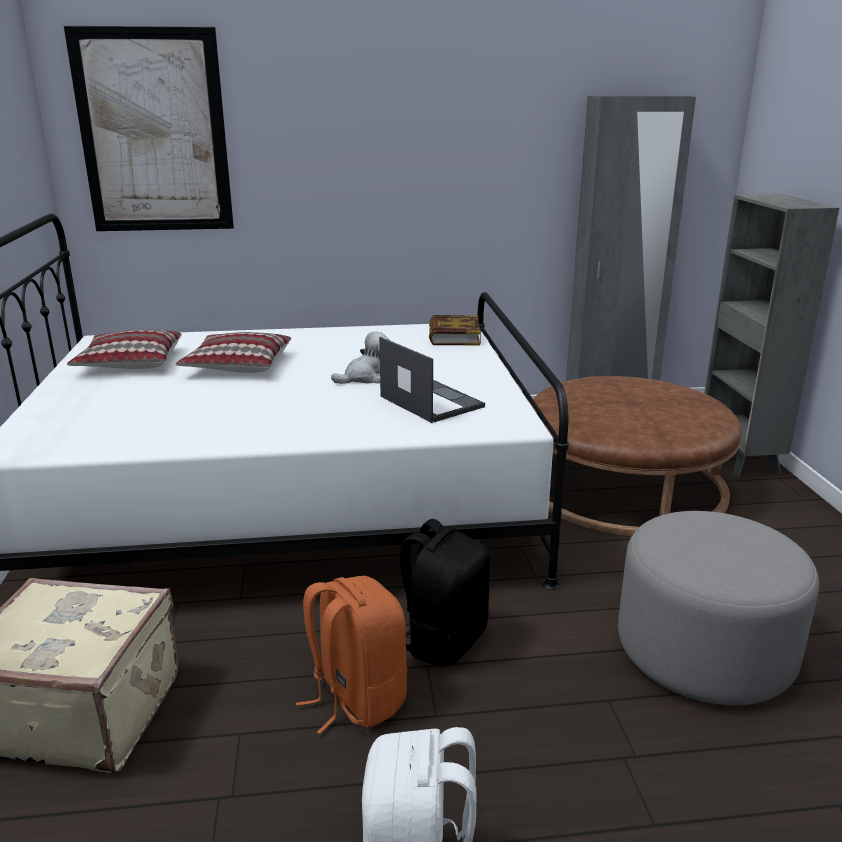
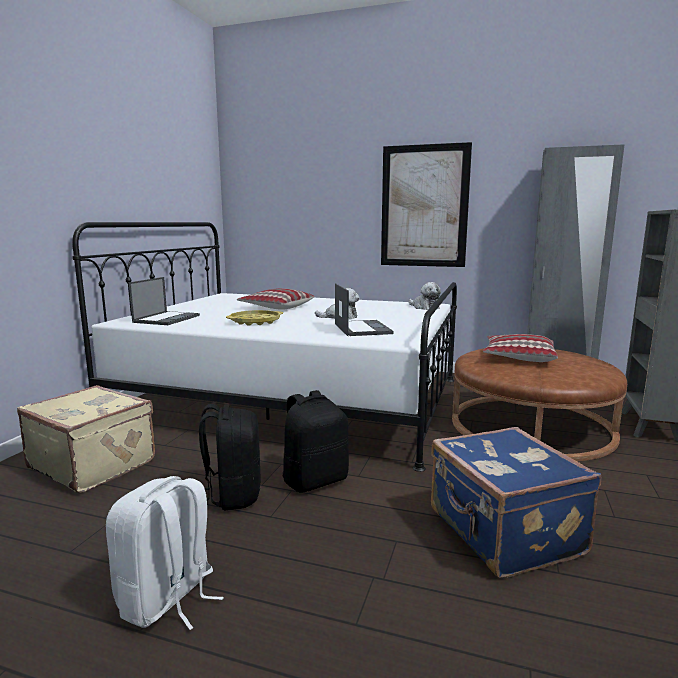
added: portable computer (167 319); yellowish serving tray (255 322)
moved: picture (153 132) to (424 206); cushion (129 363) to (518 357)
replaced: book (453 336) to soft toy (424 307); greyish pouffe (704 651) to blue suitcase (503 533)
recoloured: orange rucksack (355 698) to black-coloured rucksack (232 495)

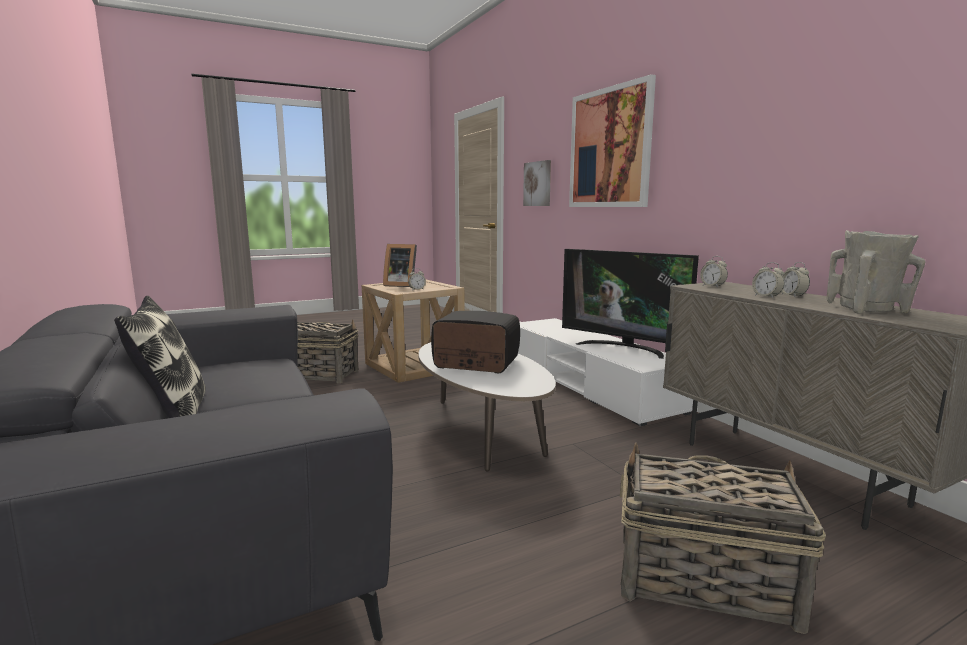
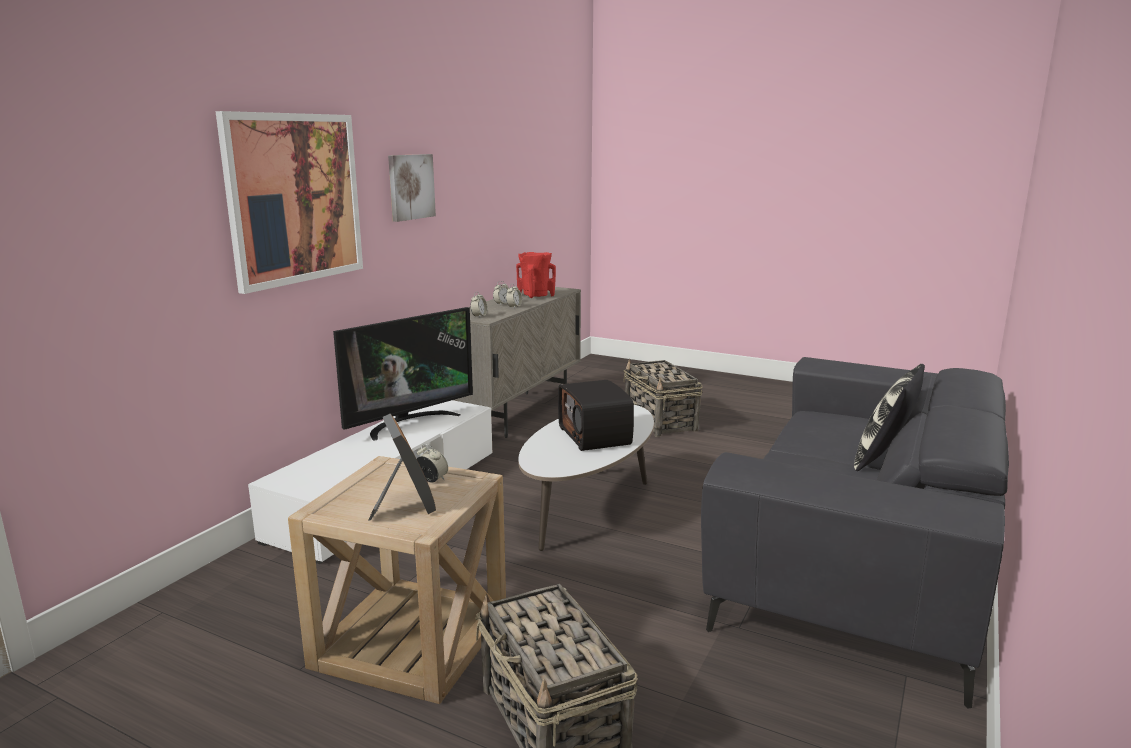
moved: picture (538 184) to (410 187)
recoloured: beige-coloured flower vase (868 310) to red-coloured flower vase (536 295)
turned: TV (623 348) = (408 422) 45 degrees clockwise

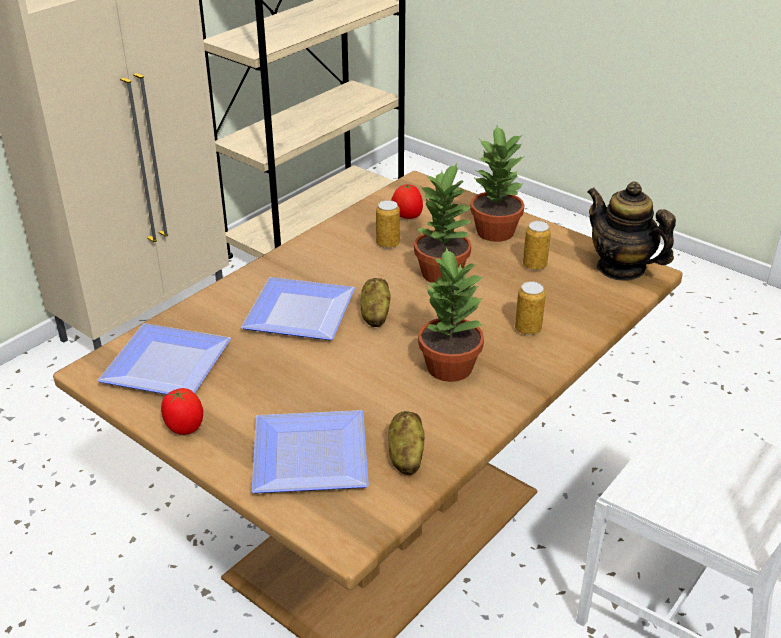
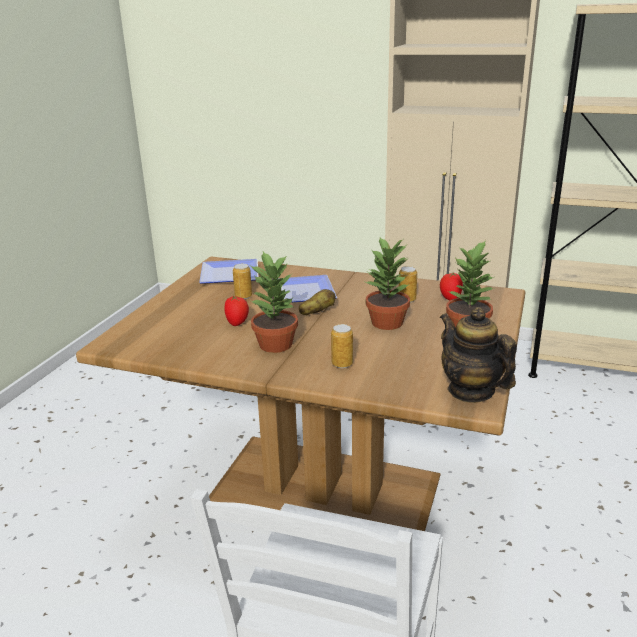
removed: plate (306 453); potato (405 456)
moved: whole tomato (184 428) to (237 323); can (534 265) to (243 296)
turned: tea pot (621 268) = (471 391) 60 degrees counterclockwise

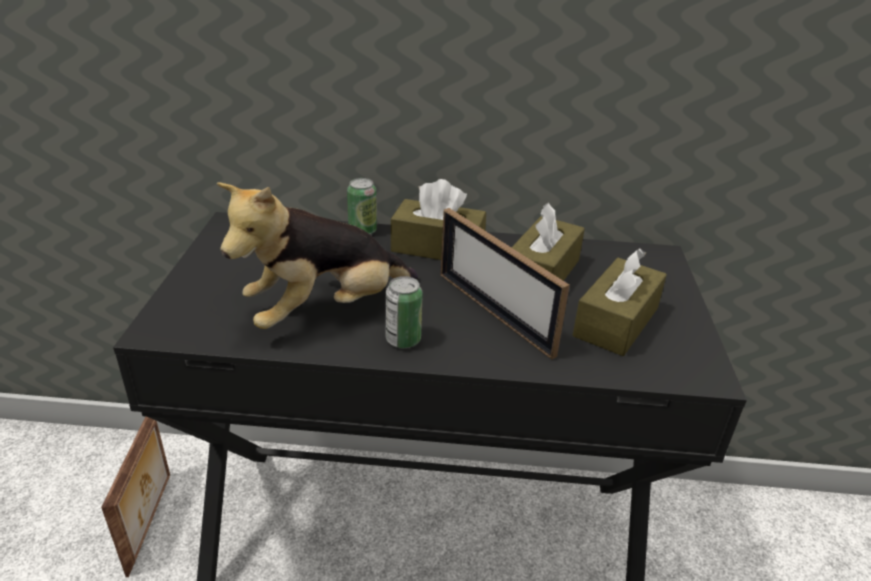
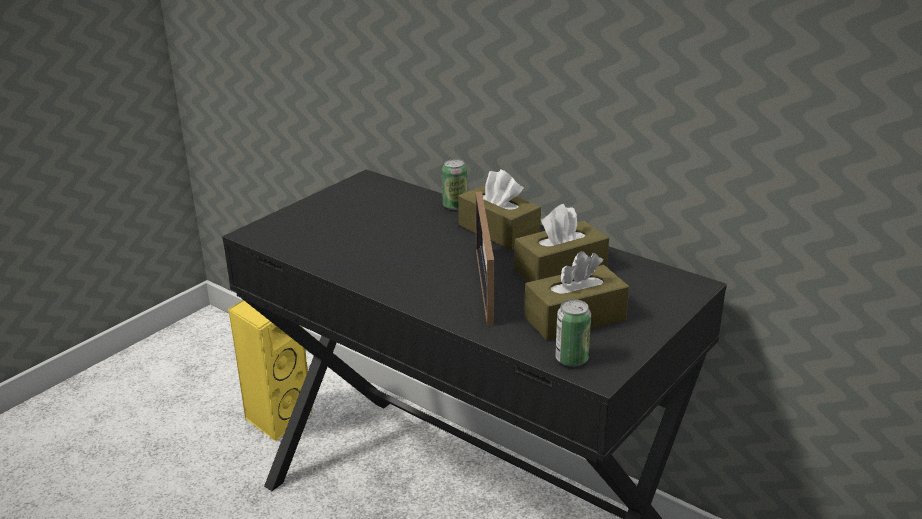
removed: soft toy (325 311)
moved: can (403 340) to (571 359)
replaced: standing frame (152 522) to yellowish speaker (277 418)

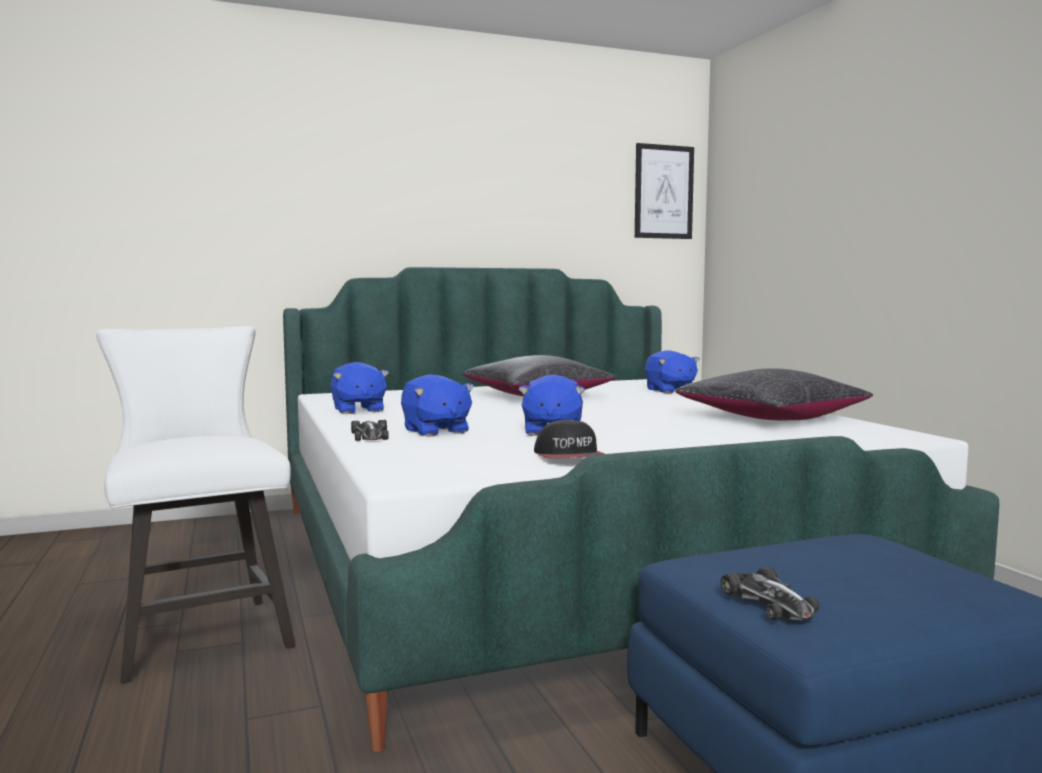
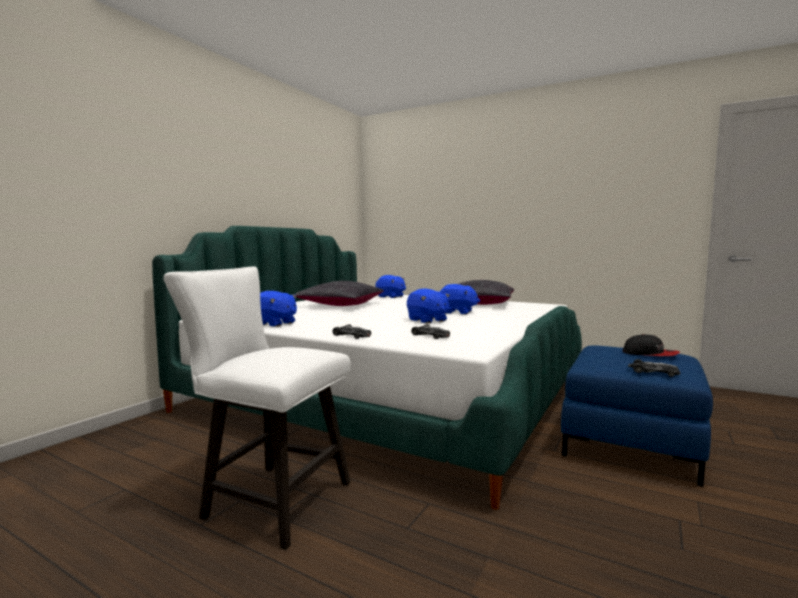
removed: picture (664 192)
added: toy car (430 335)
moved: blue soft toy (435 431) to (457 312); cap (570 457) to (650 354)

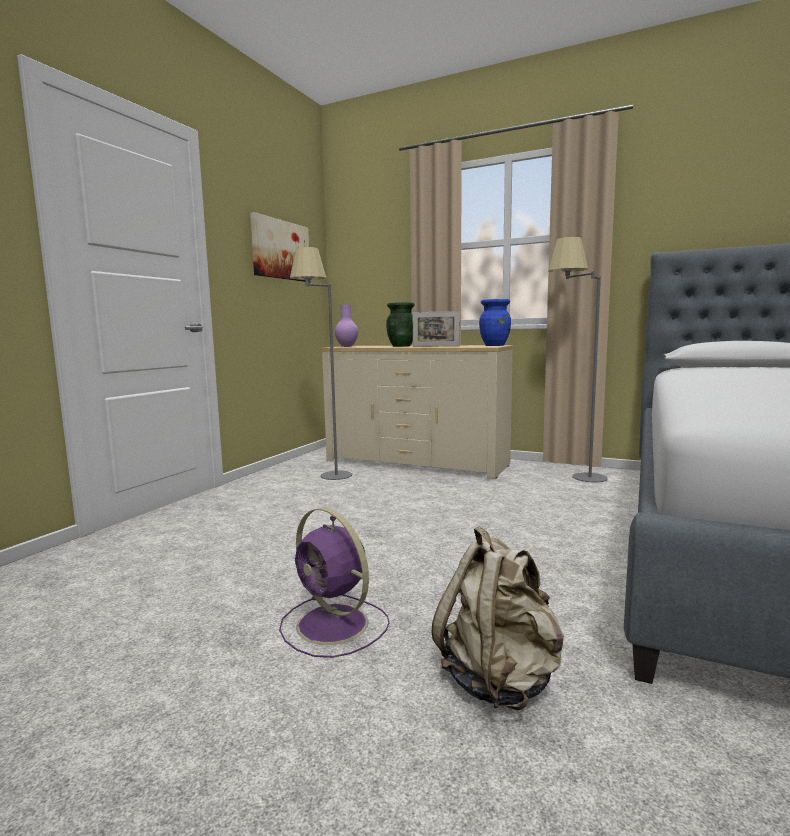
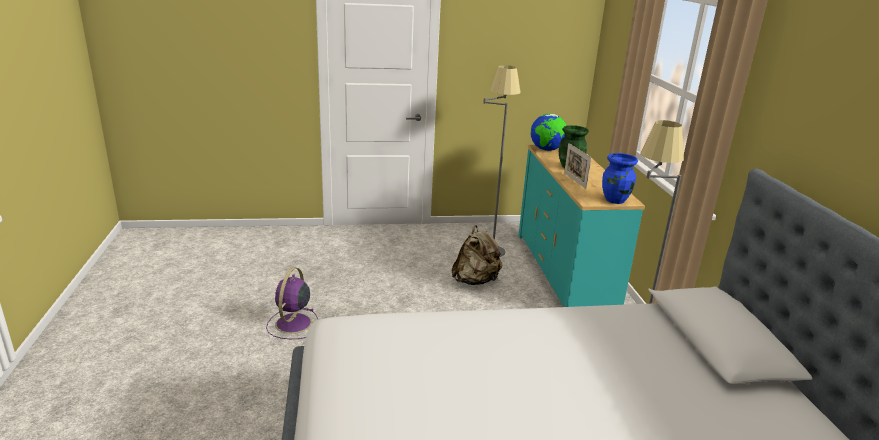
removed: picture (280 250)
moved: beige-coloured rucksack (499 679) to (475 280)
replaced: purplish flower vase (347 346) to globe (546 150)
recoloured: beige-coloured dresser (416 463) to turquoise dresser (564 271)

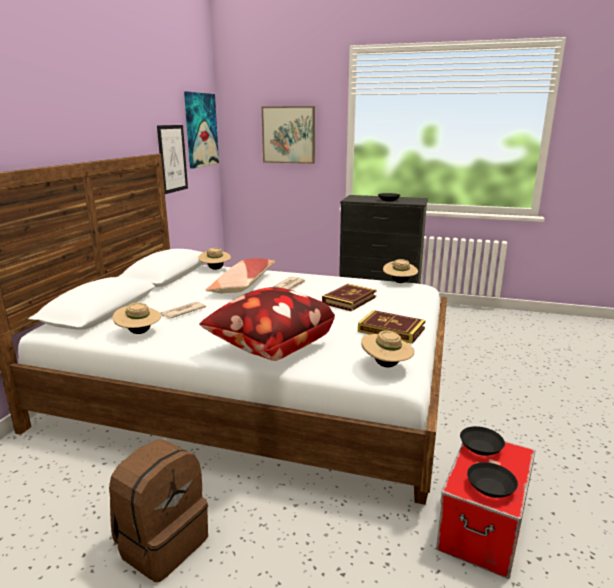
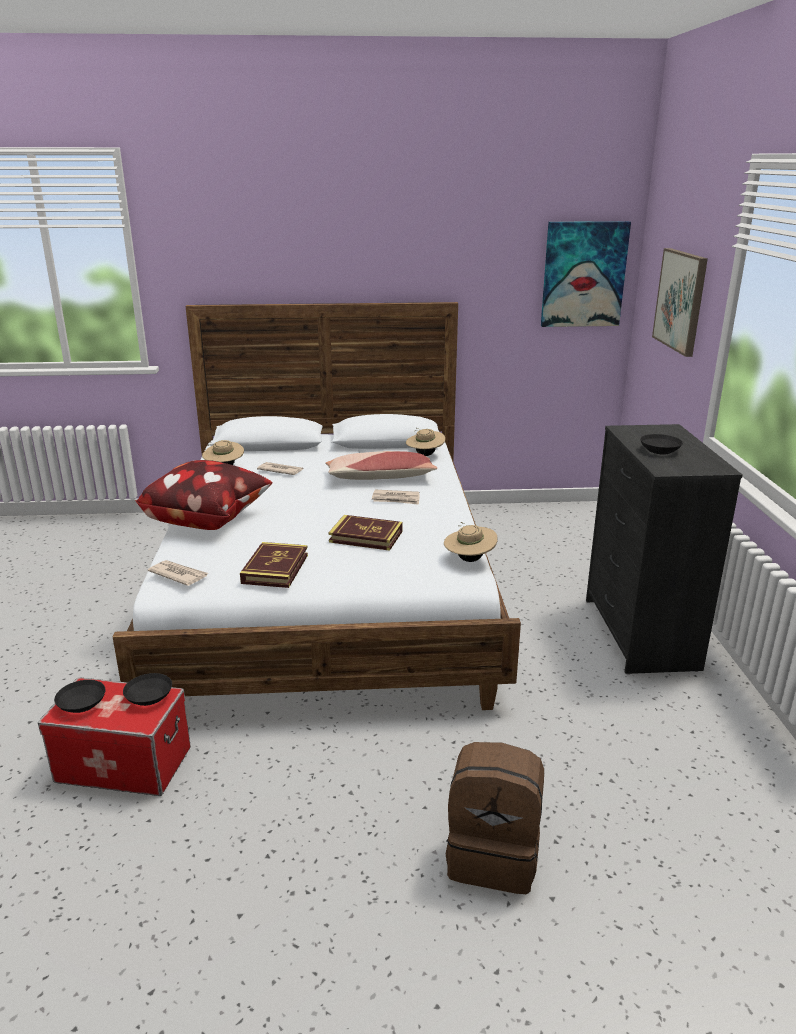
removed: picture (172 158)
moved: brown rucksack (162 543) to (493 855)
replaced: beige-coloured wearable hat (386 365) to daily paper (178 575)

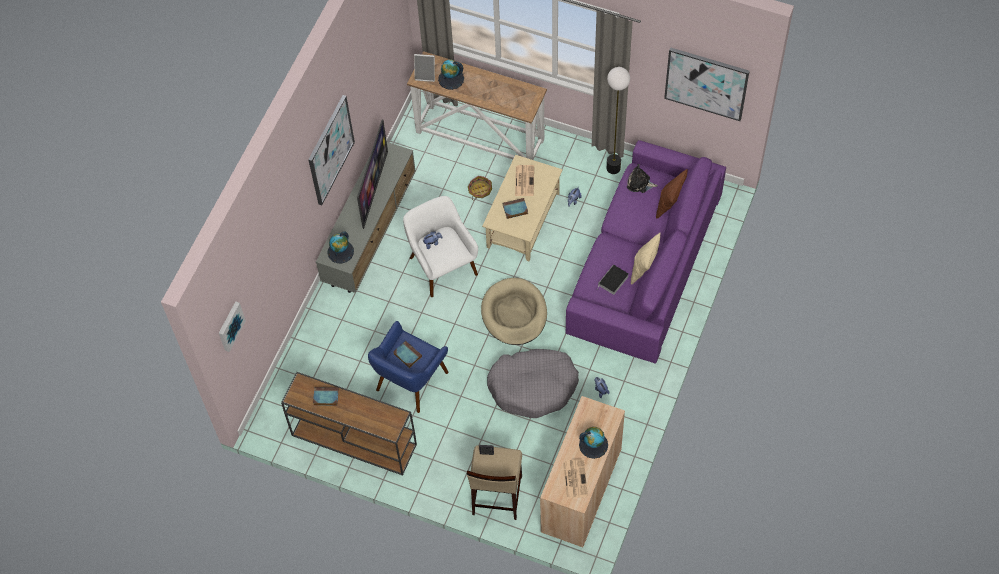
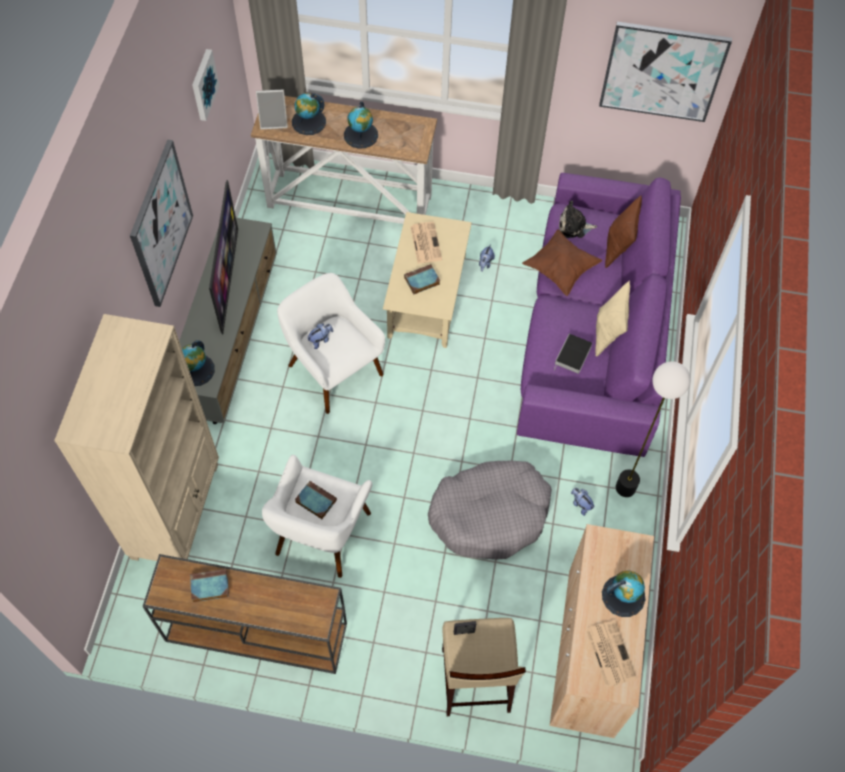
removed: household basket (479 190); beige-coloured dog bed (514 313)
added: beige-coloured bookshelf (176 510); globe (361 135); brown cushion (560 269)
moved: picture (230 326) to (203 84); floor lamp (613 168) to (625 488)
recoloured: blue armchair (410 381) to whitish armchair (321 534)

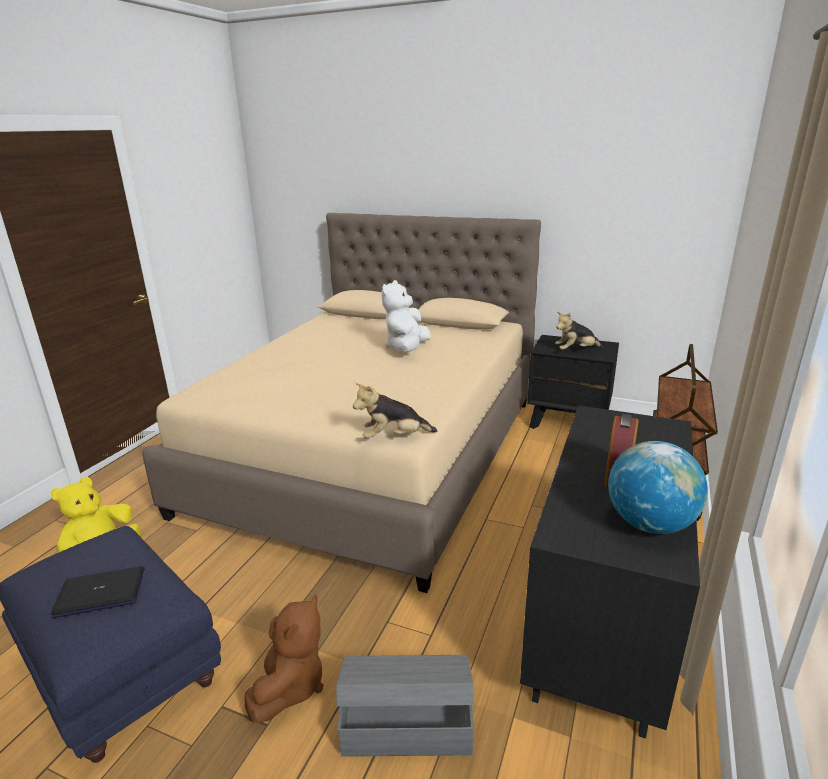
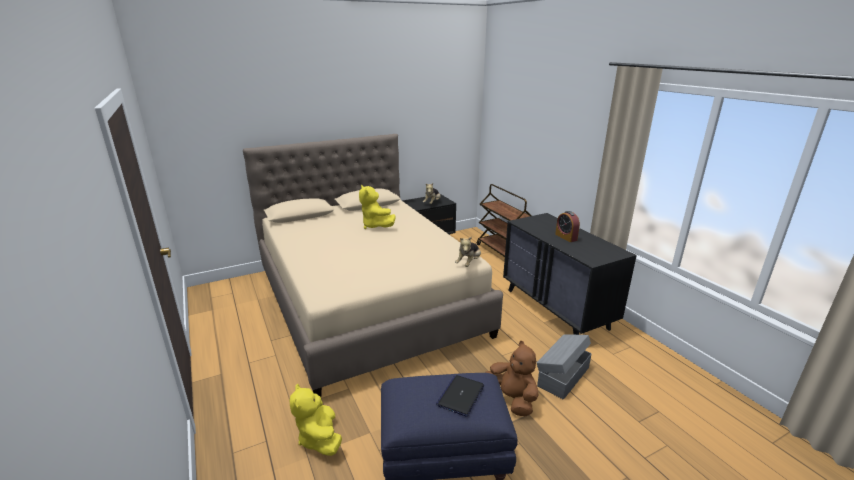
removed: globe (649 524)
recoloured: whitish soft toy (407 348) to yellowish soft toy (376 226)

